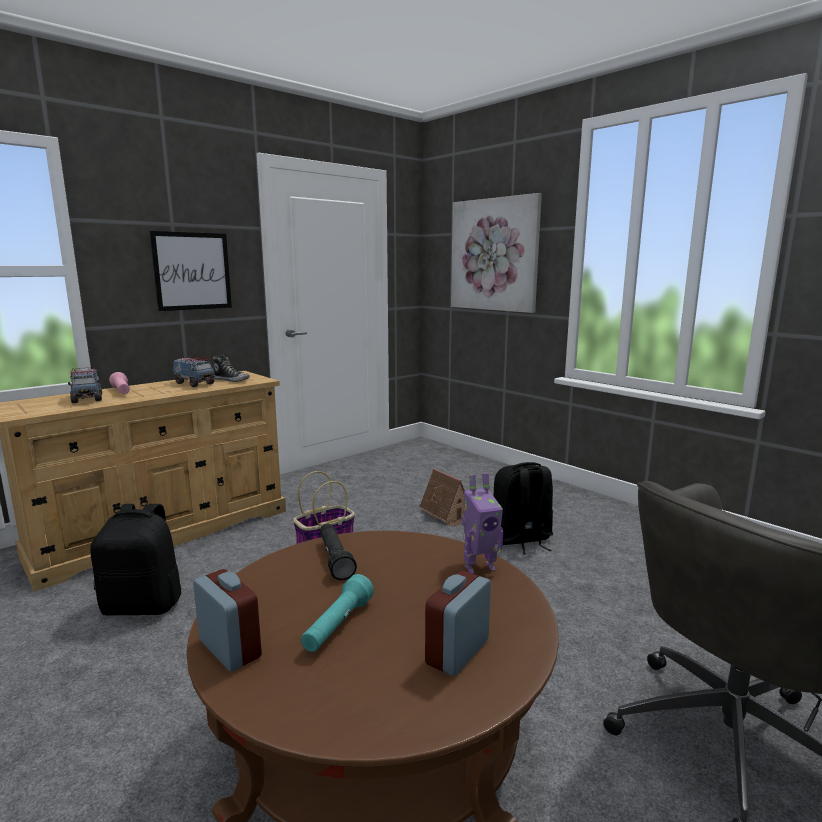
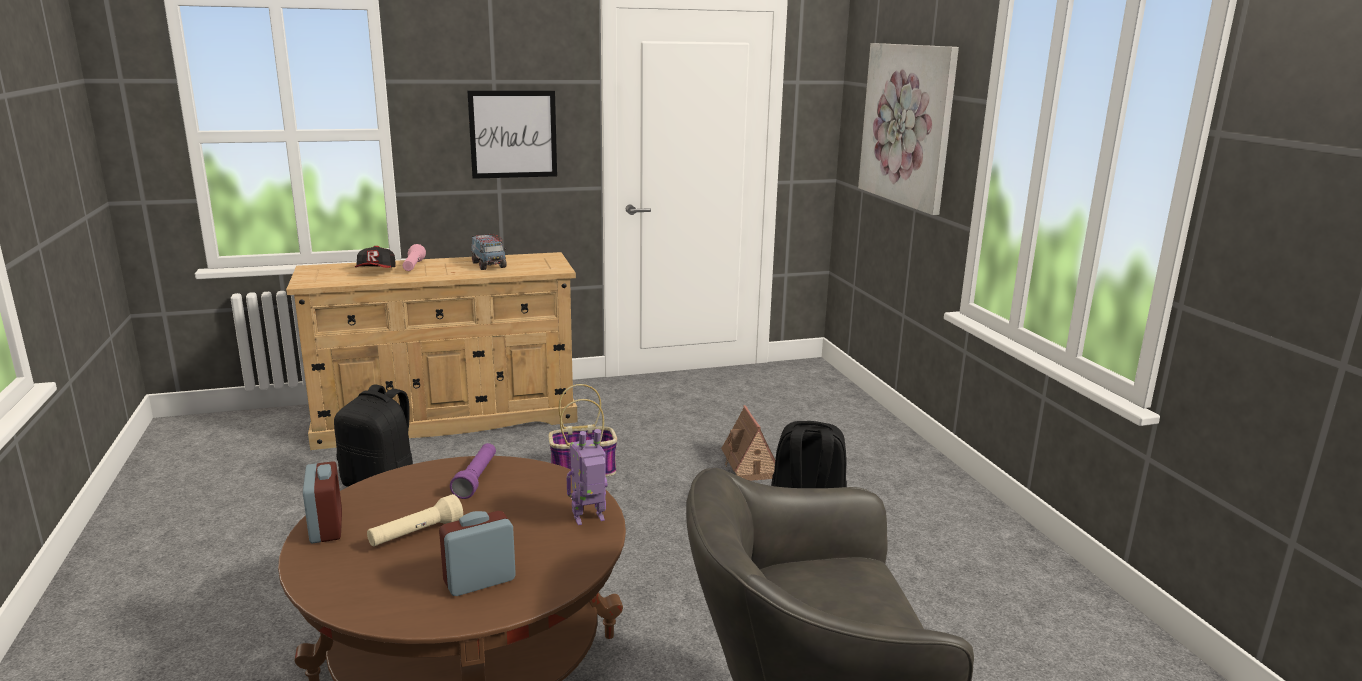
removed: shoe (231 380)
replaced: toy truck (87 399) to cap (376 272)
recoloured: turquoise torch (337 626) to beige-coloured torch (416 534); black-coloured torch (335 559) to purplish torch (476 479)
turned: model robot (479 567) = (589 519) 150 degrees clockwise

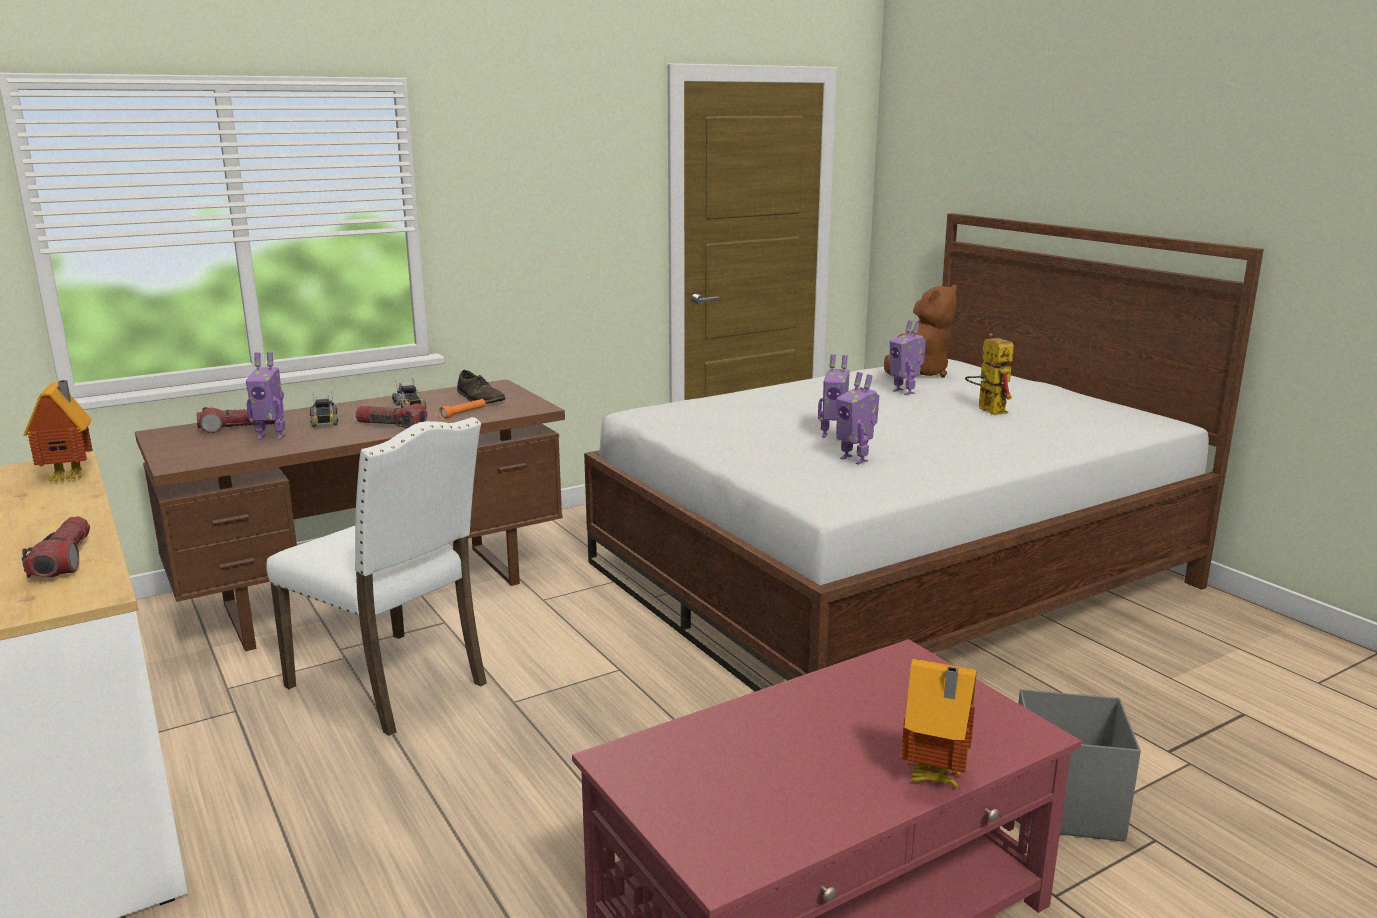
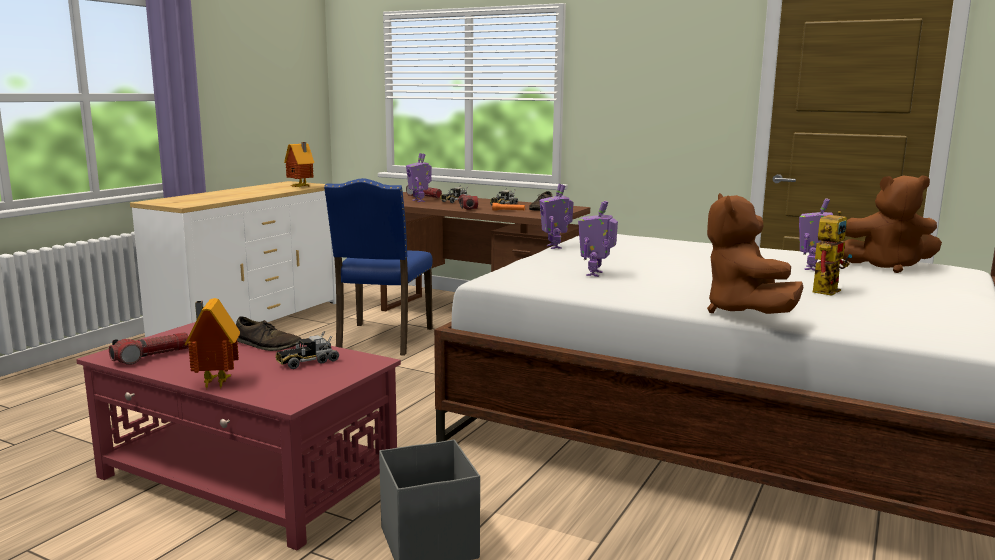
added: brown shoe (267 345); toy truck (307 362); brown soft toy (743 312)
moved: torch (64 560) to (151 357); model robot (834 436) to (555 247)
recoloured: whitish chair (393 684) to blue chair (382 340)

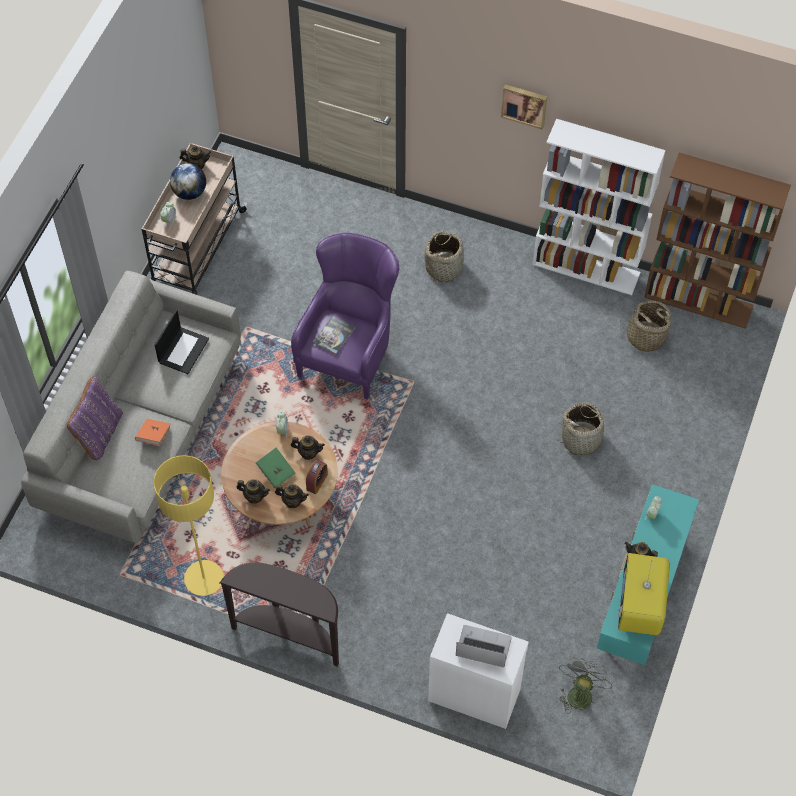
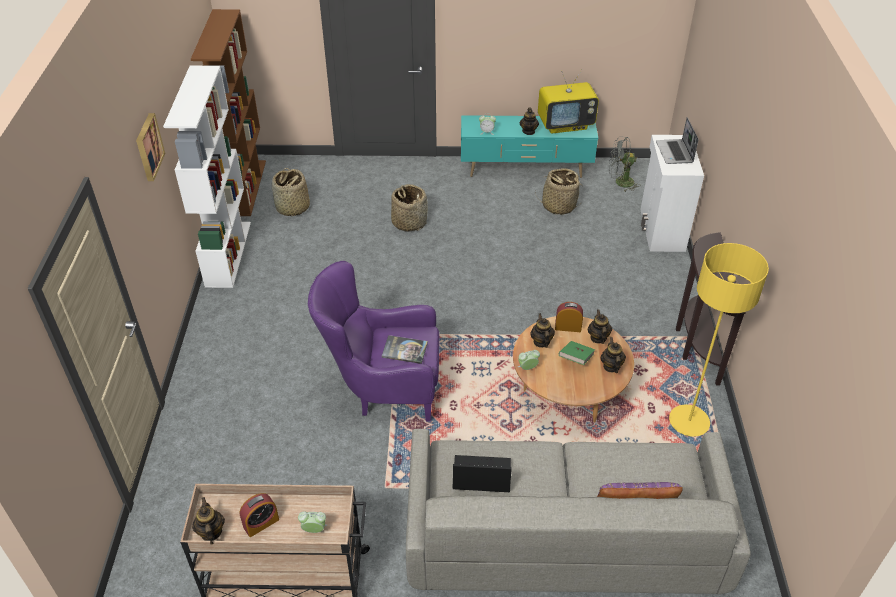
removed: orange book (153 436)
moved: household basket (444 267) to (558 206)
replaced: globe (190 192) to table clock (261 523)

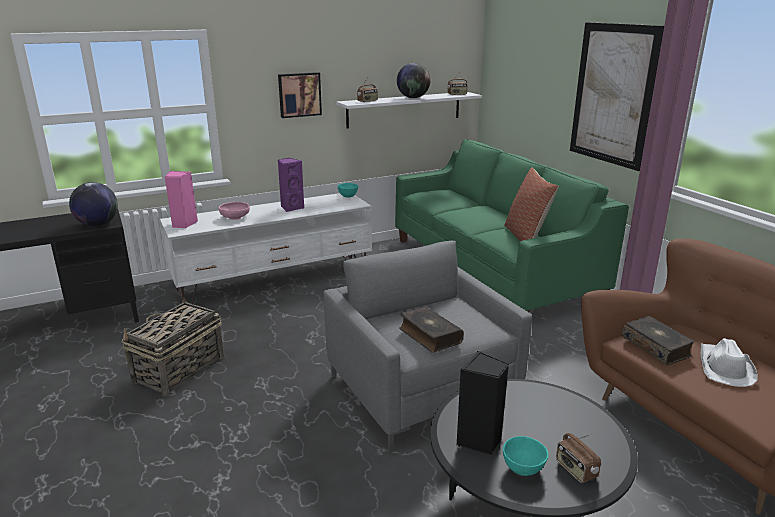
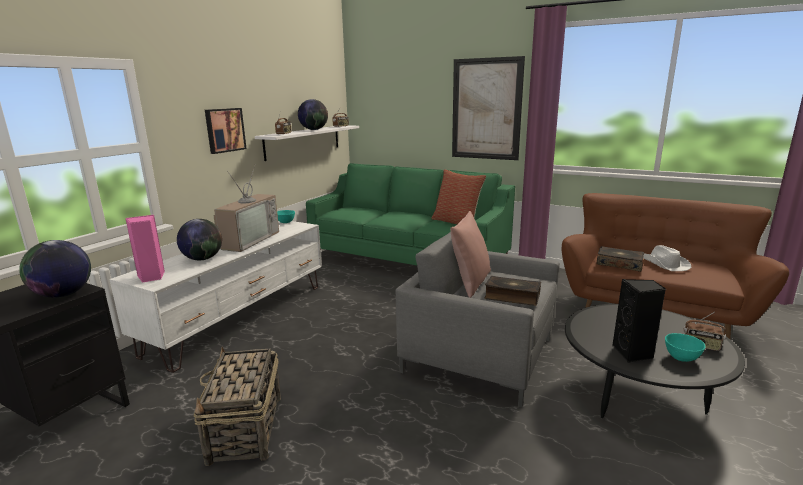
added: pink cushion (470 283)
replaced: pink deep dish (235 217) to globe (202 259); purplish speaker (291 207) to TV (247 240)

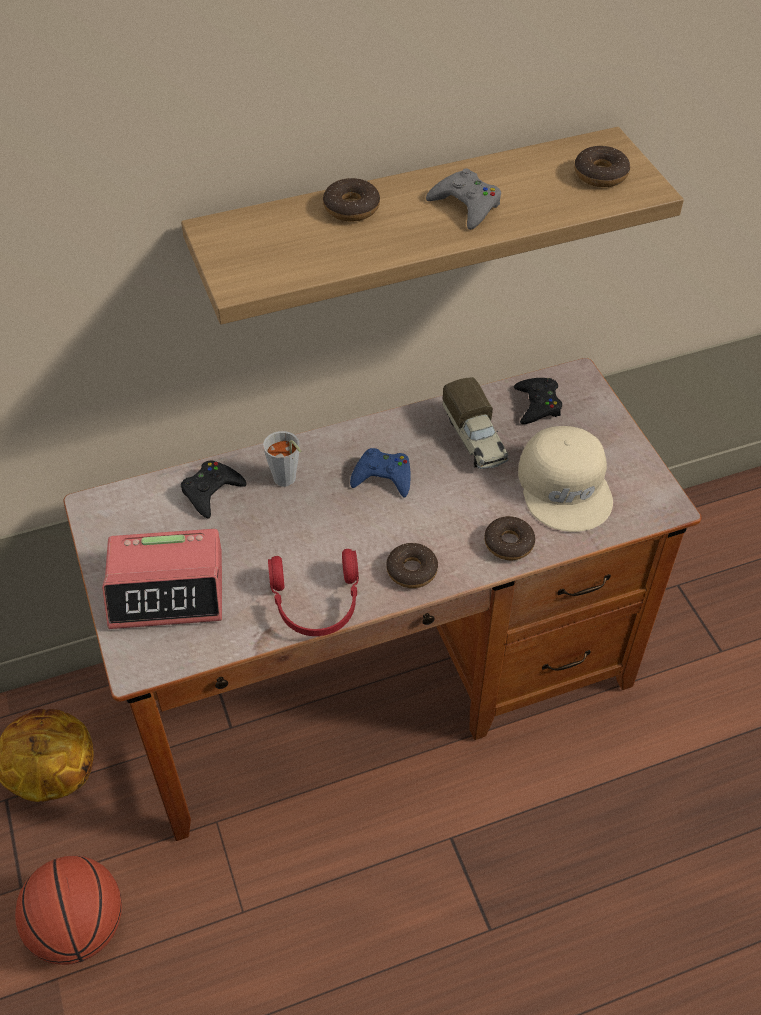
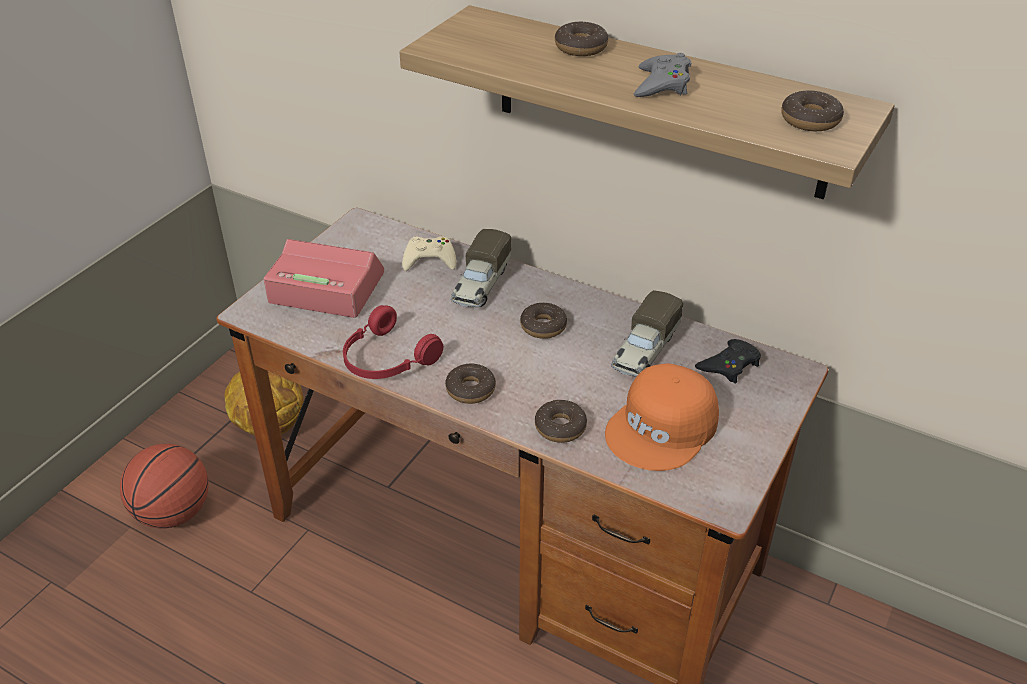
replaced: greyish drinking cup (287 481) to toy truck (480 285); blue game controller (383 477) to doughnut (543 326)
recoloured: black-coloured game controller (211 492) to beige-coloured game controller (430 259); beige-coloured cap (566 486) to orange cap (663 428)
turned: table clock (168 589) = (326 288) 150 degrees clockwise

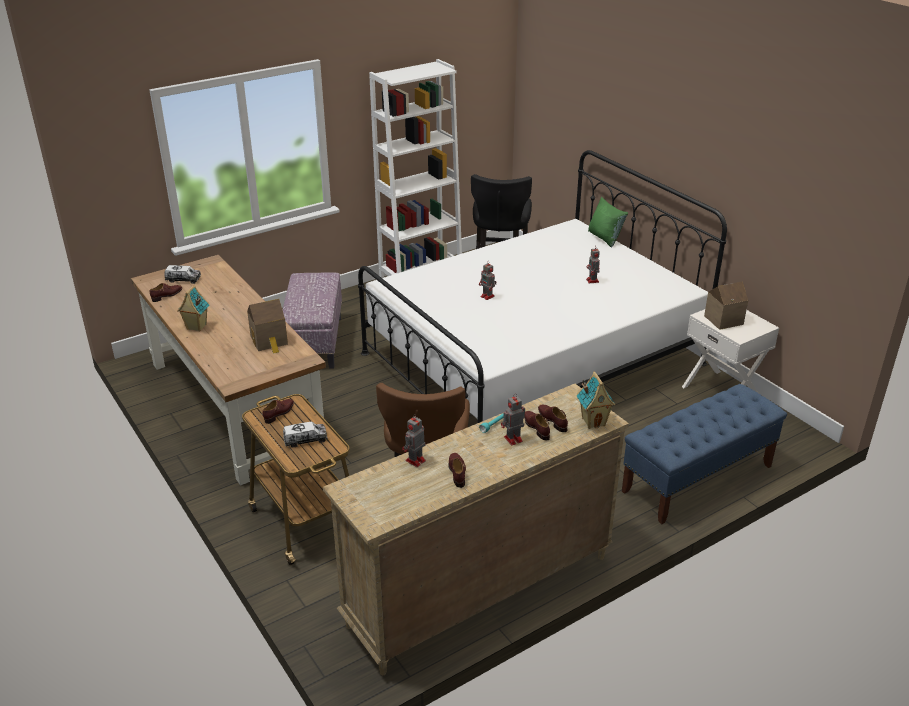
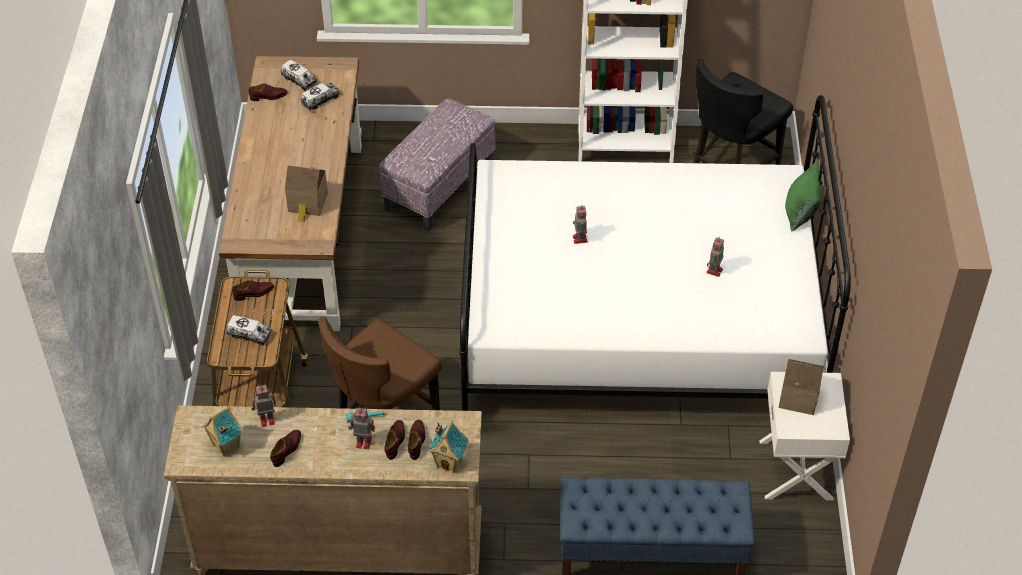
added: toy truck (320 100)
moved: model house (196 327) to (225 446)

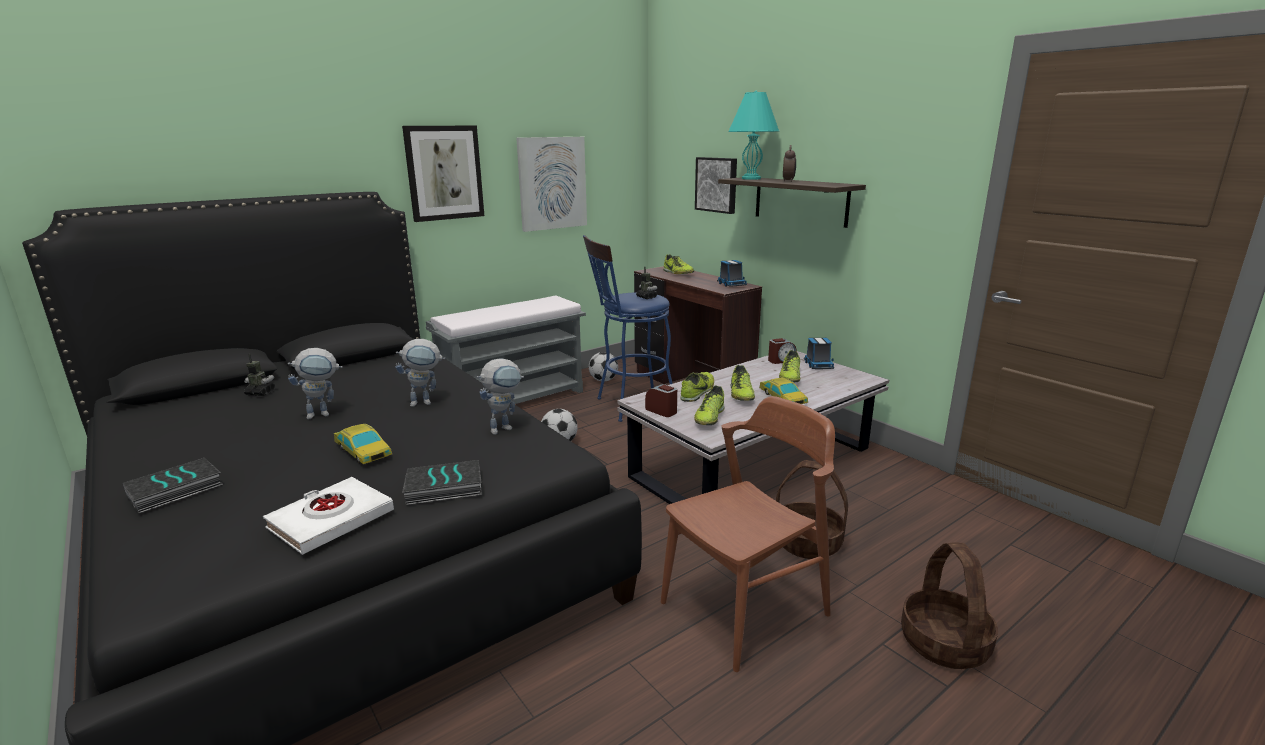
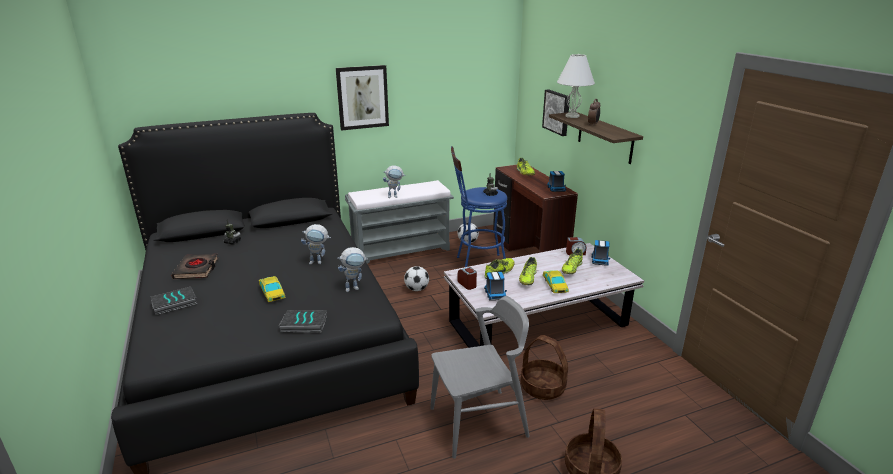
removed: whitish book (331 520); picture (552 183)
added: black-coloured book (197 269)
moved: model robot (324 414) to (395 196)
replaced: shoe (709 418) to toy truck (495 294)
recoloured: brown chair (745 608) to greyish chair (479 422); turquoise table lamp (750 178) to whitish table lamp (572 116)

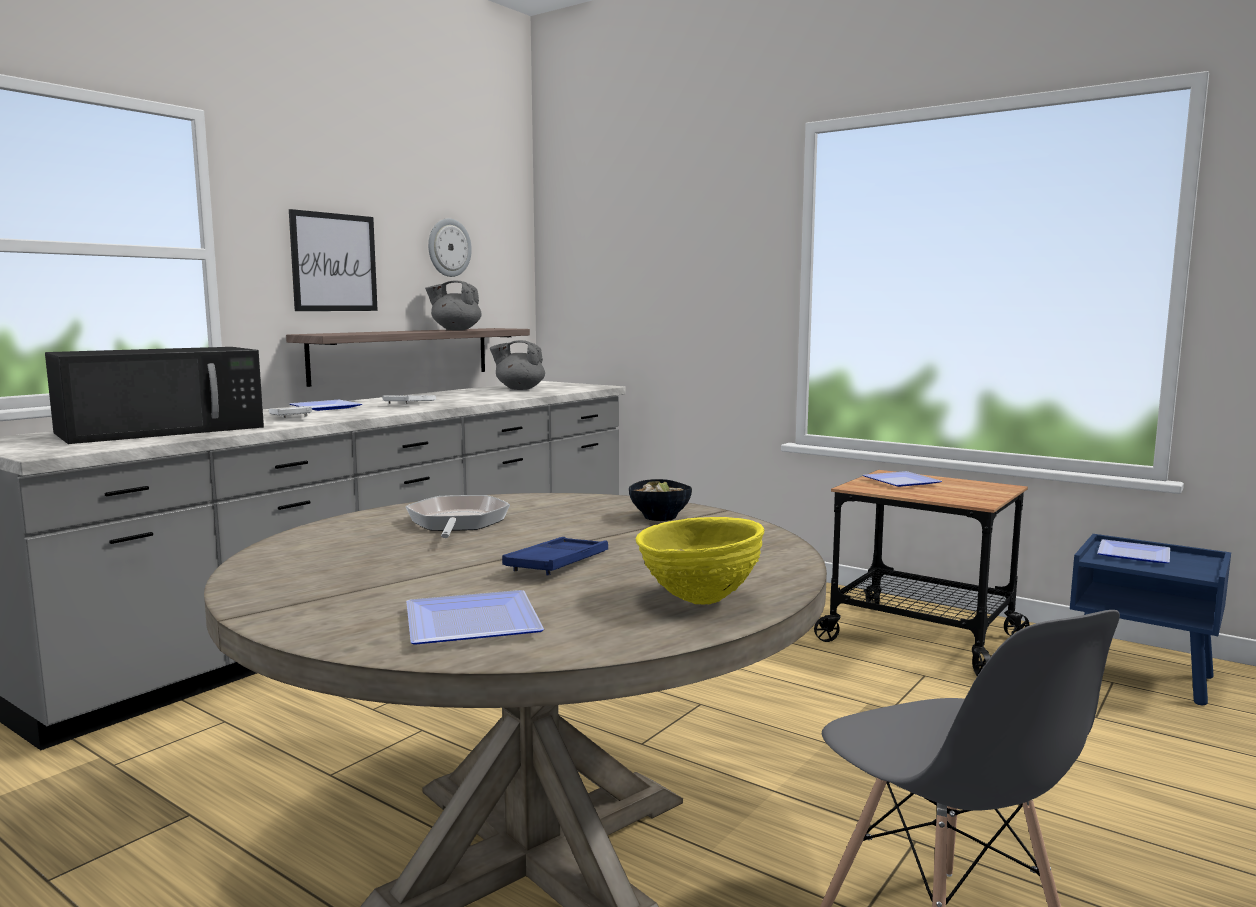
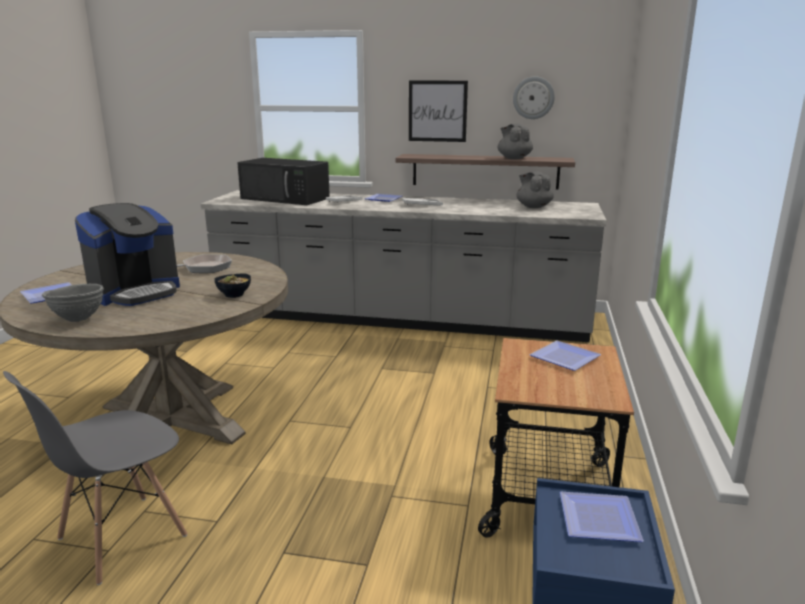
replaced: blue serving tray (557 563) to coffee machine (135 292)
recoloured: yellowish deep dish (699 600) to greyish deep dish (79 319)

